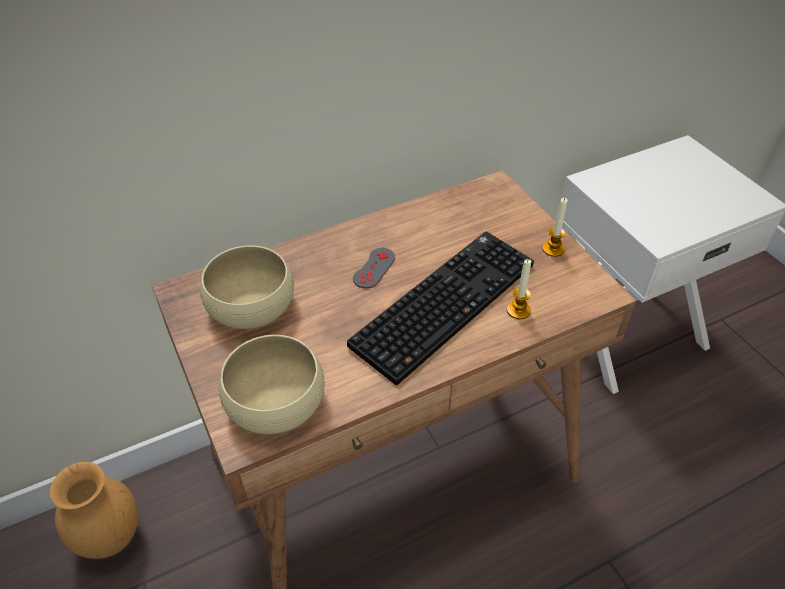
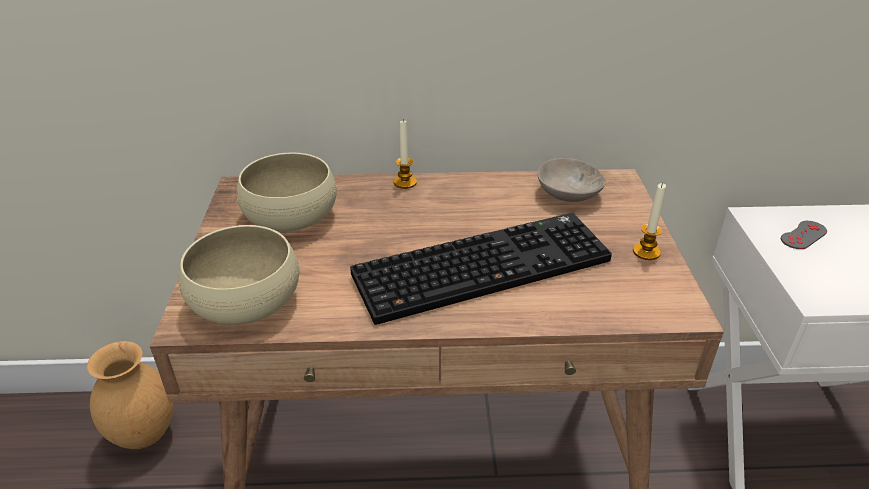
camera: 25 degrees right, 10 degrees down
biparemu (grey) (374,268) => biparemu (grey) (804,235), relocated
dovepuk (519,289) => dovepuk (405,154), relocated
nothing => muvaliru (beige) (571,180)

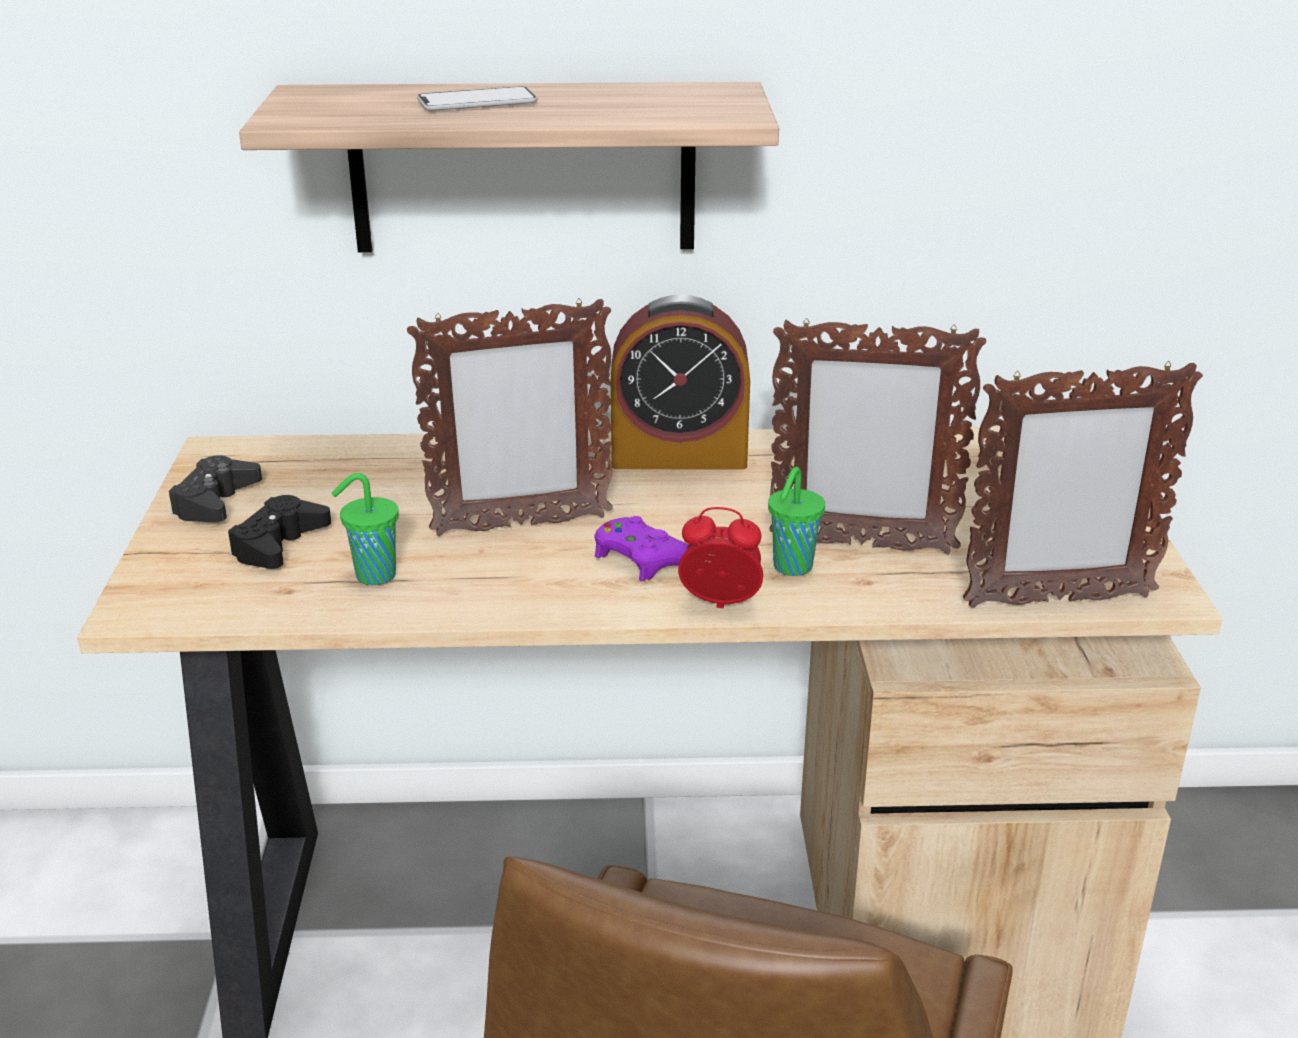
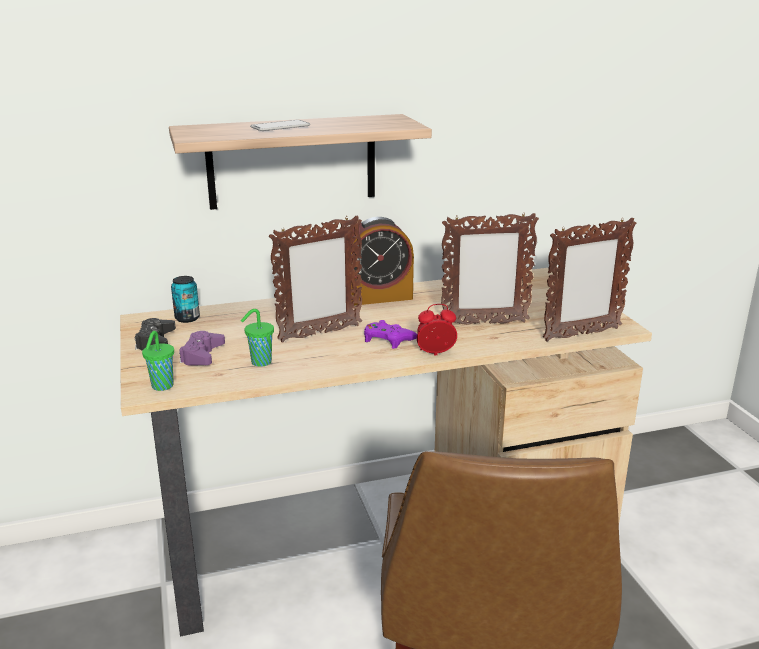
camera: 15 degrees left, 5 degrees down
biparemu (black) (279,532) => biparemu (purple) (202,348)
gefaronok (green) (796,521) => gefaronok (green) (158,361), relocated
nothing => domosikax (185,299)

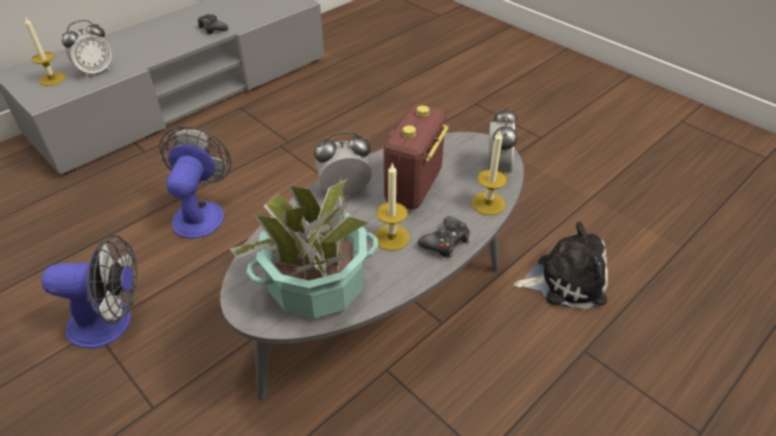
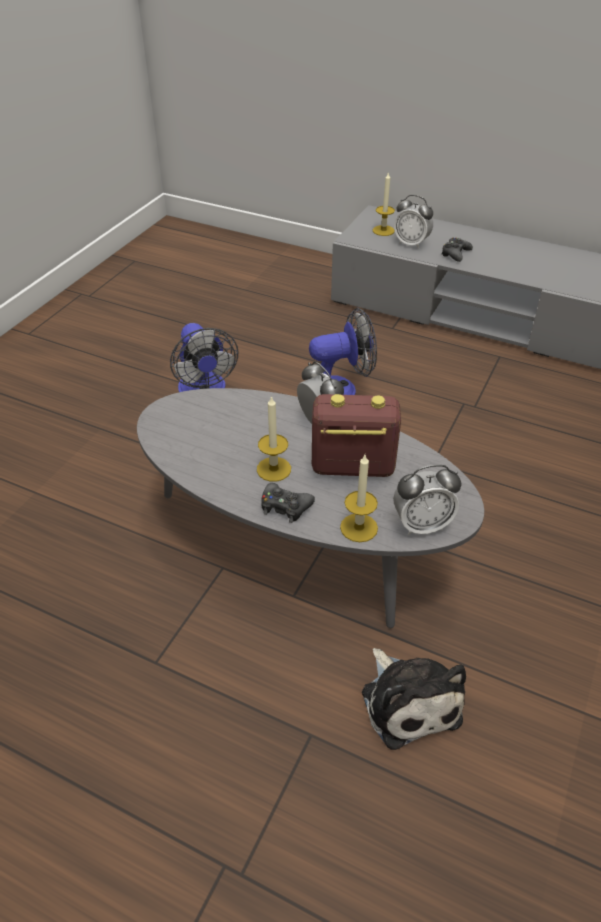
camera: 70 degrees right, 0 degrees up
biparemu (black) (213,24) => biparemu (black) (457,250), relocated
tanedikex (303,248) => nothing

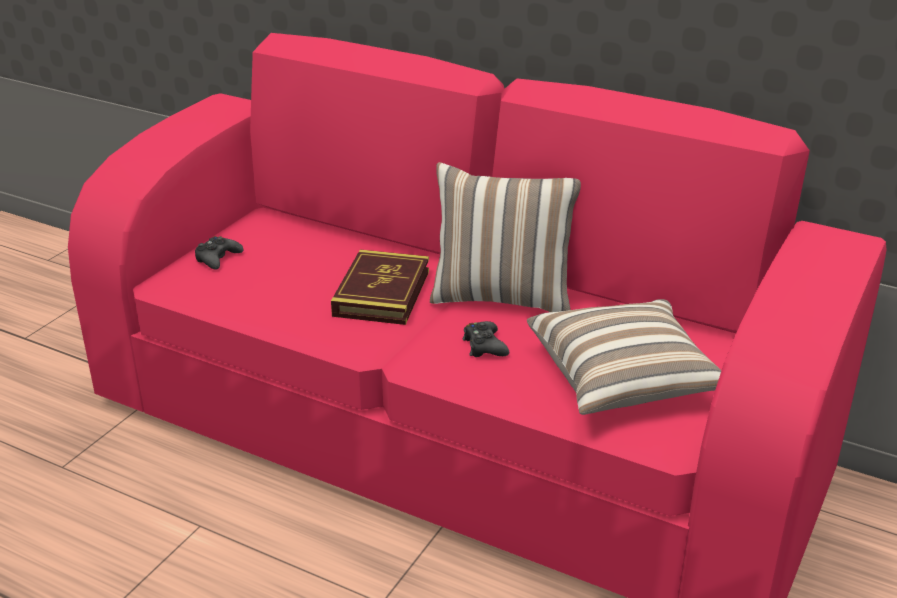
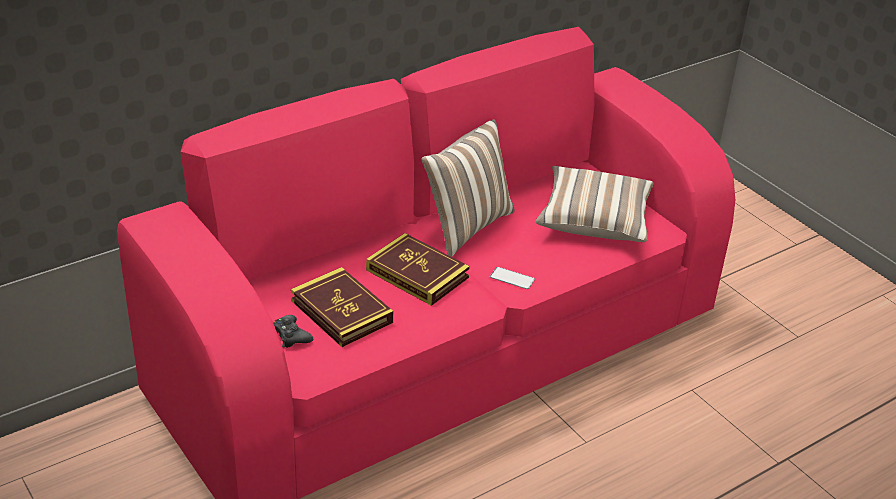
camera: 65 degrees left, 5 degrees up
biparemu (black) (486,339) => nothing
nothing => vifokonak (342,307)
nothing => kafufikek (512,278)

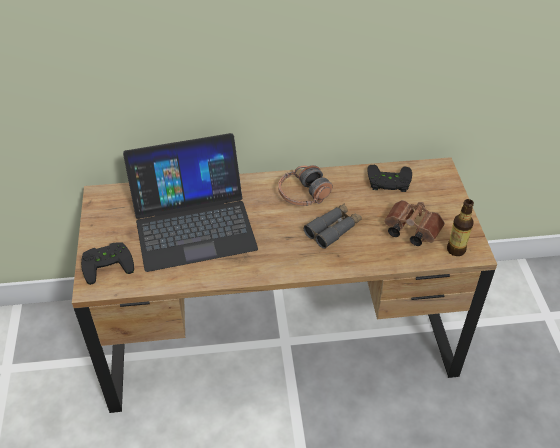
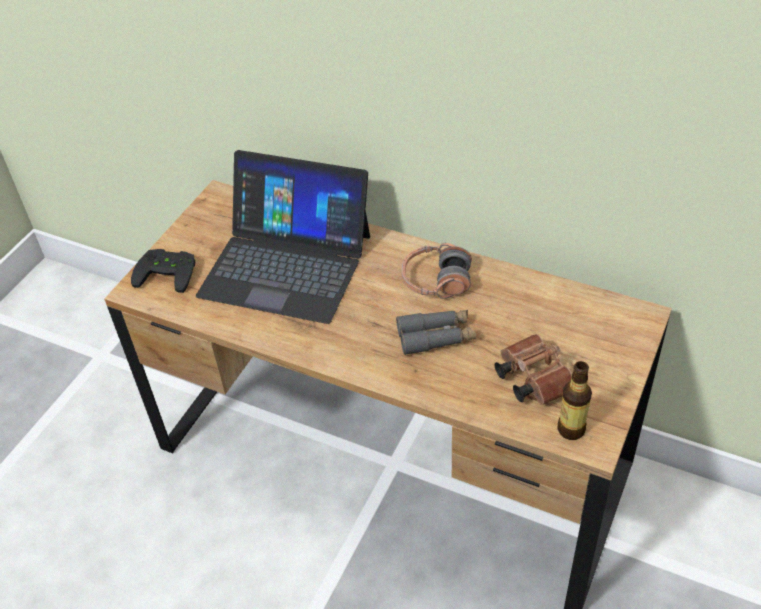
camera: 35 degrees right, 0 degrees up
biparemu (black) (390,178) => nothing

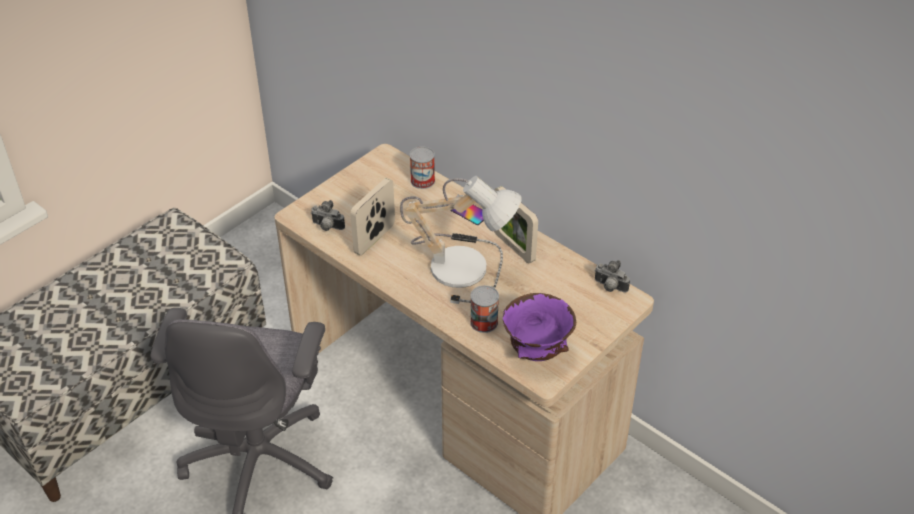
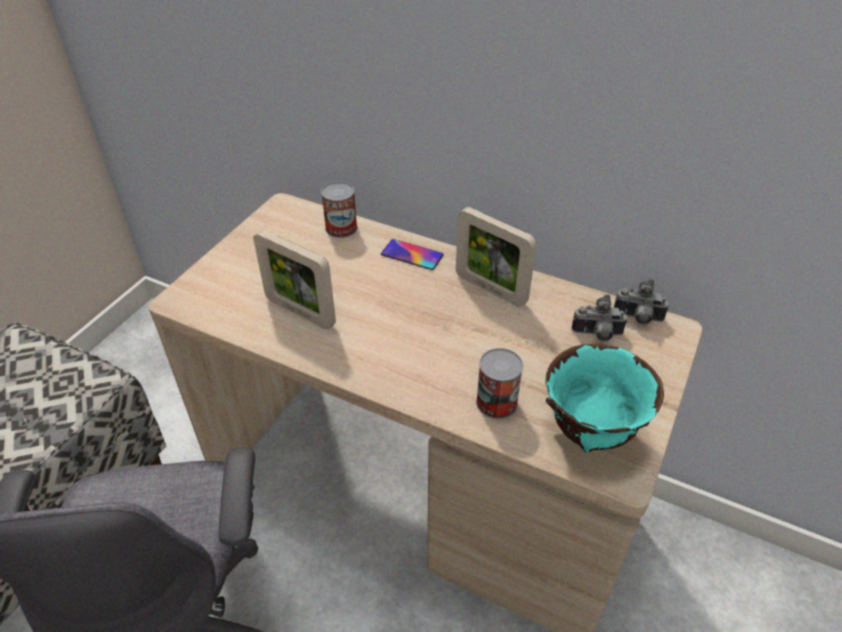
camera: 15 degrees left, 0 degrees up
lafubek (328,215) => lafubek (599,317), relocated
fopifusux (372,216) => fopifusux (294,279), 75 degrees counterclockwise
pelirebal (461,240) => nothing
muvaliru (purple) (539,327) => muvaliru (turquoise) (604,398)

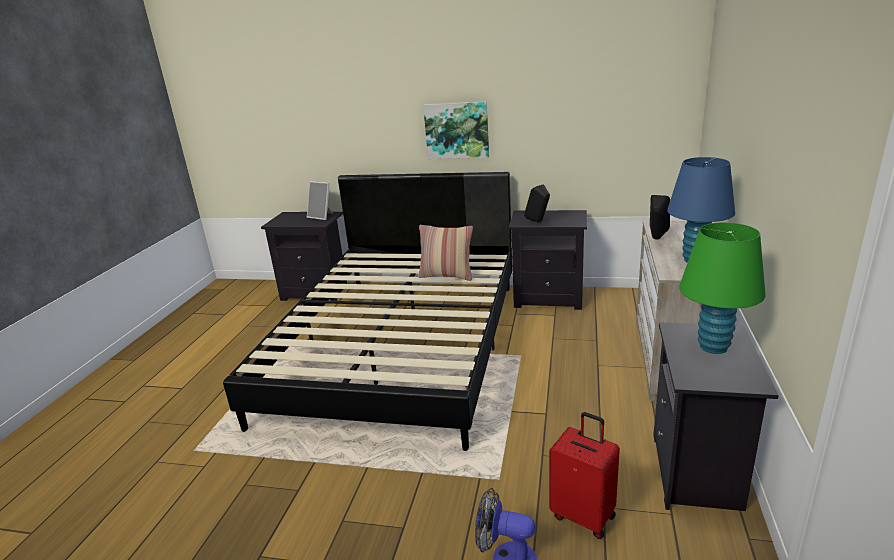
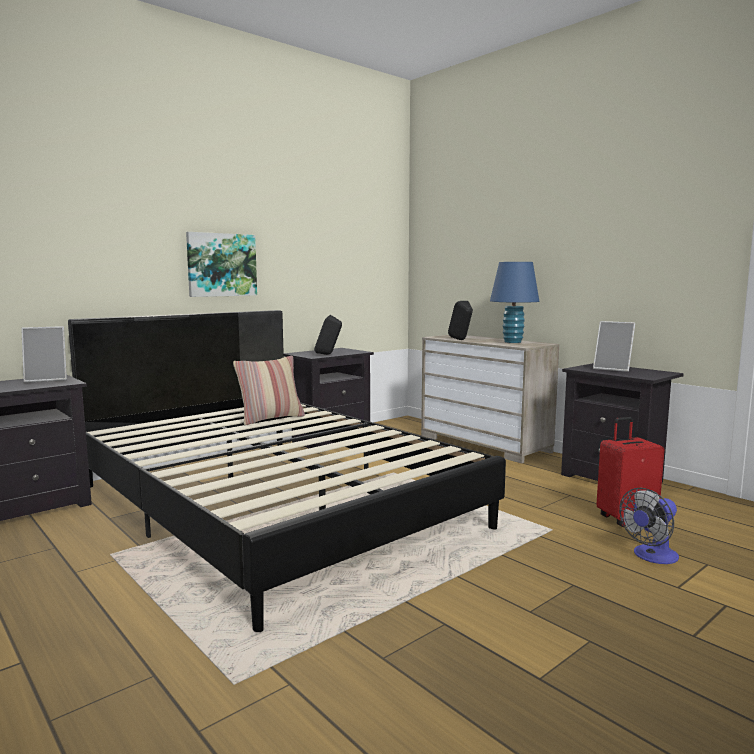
camera: 55 degrees left, 15 degrees down
pelirebal (green) (722,288) => fopifusux (614,346)

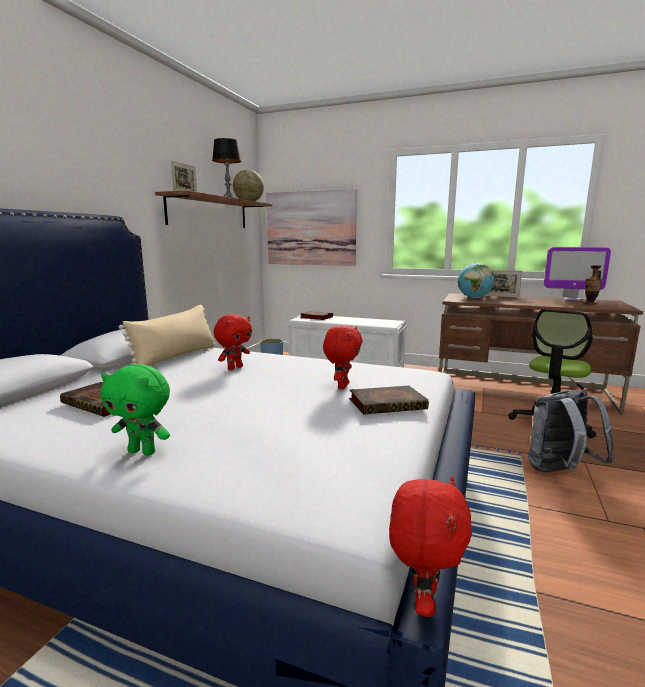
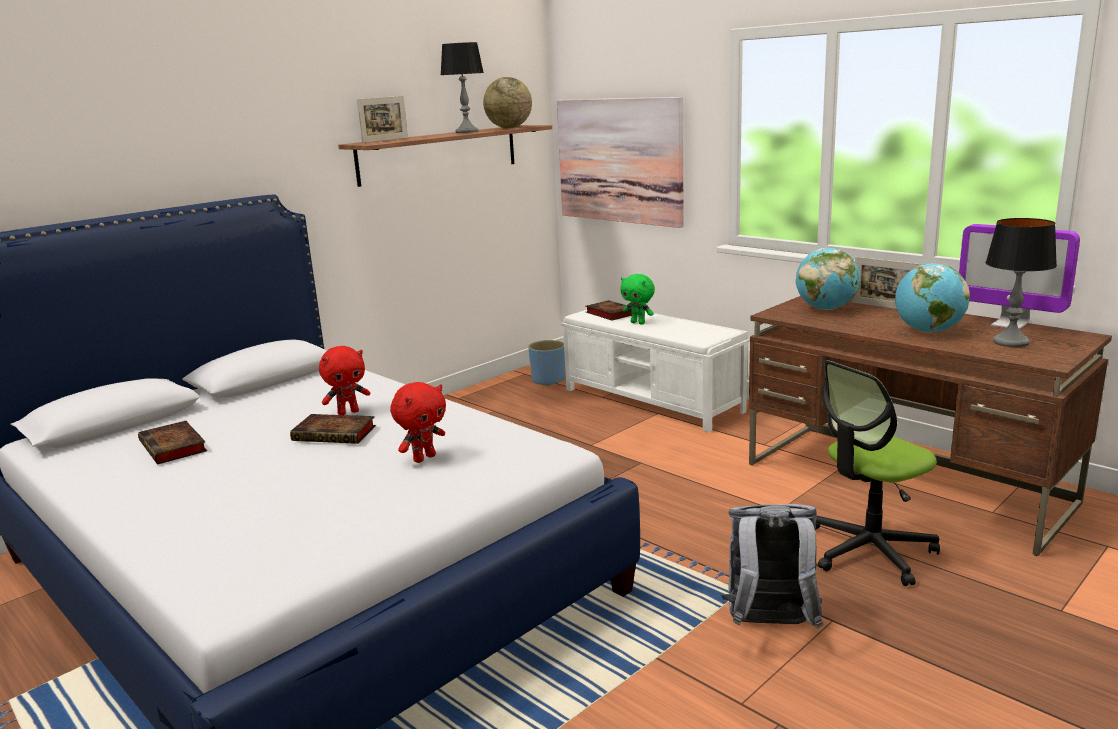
camera: 25 degrees right, 5 degrees up
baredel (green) (135,410) => baredel (green) (637,299), relocated
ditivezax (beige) (167,335) => nothing
vifokonak (389,400) => vifokonak (333,429), relocated
baredel (red) (430,546) => nothing
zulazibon (593,285) => pelirebal (1021,282)
nothing => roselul (932,298)

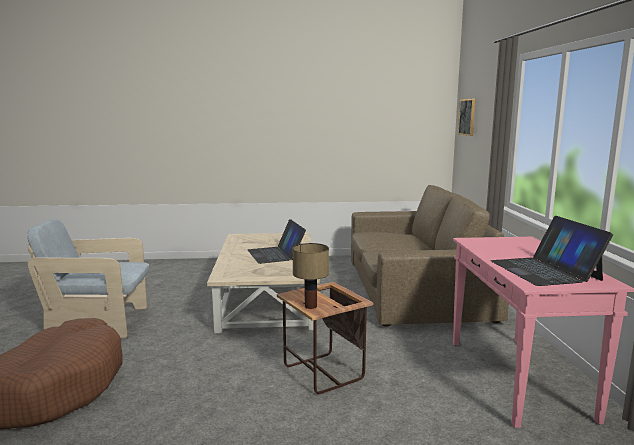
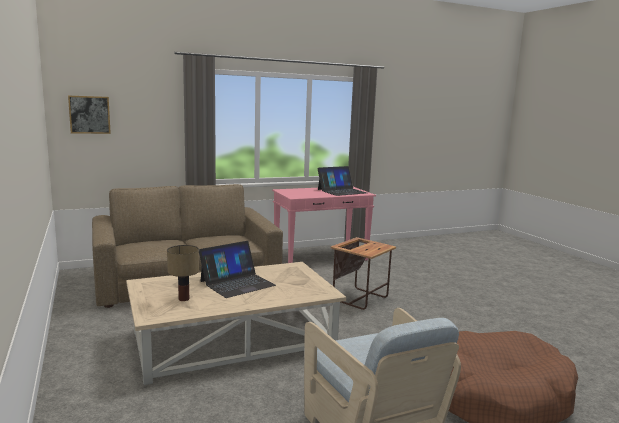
camera: 110 degrees left, 0 degrees up
pelirebal (311,276) => pelirebal (183,273), relocated

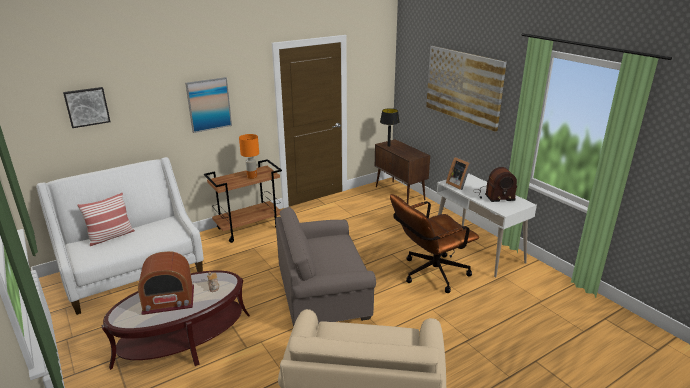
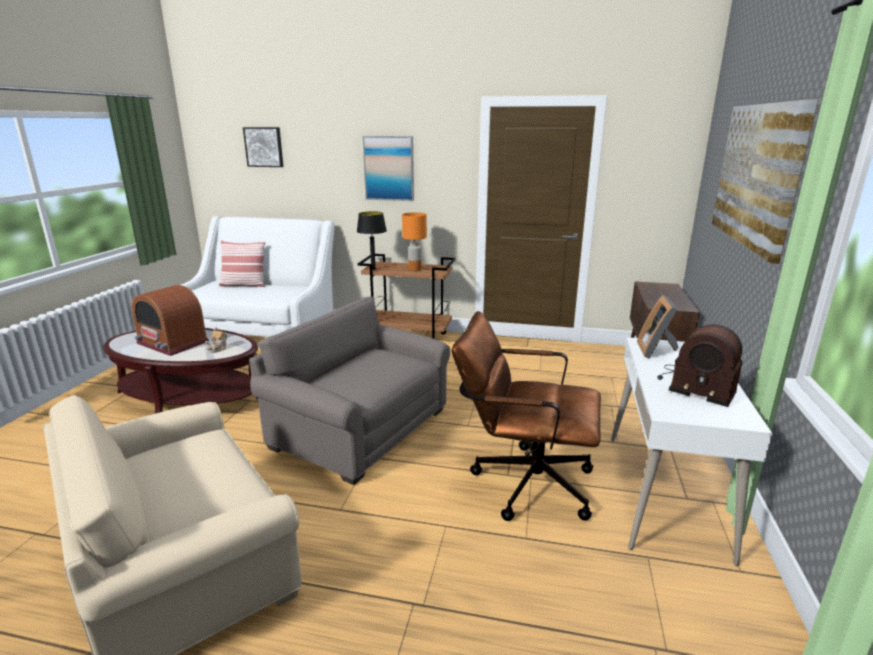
camera: 45 degrees right, 5 degrees down
pelirebal (black) (390,127) => pelirebal (black) (372,240), relocated

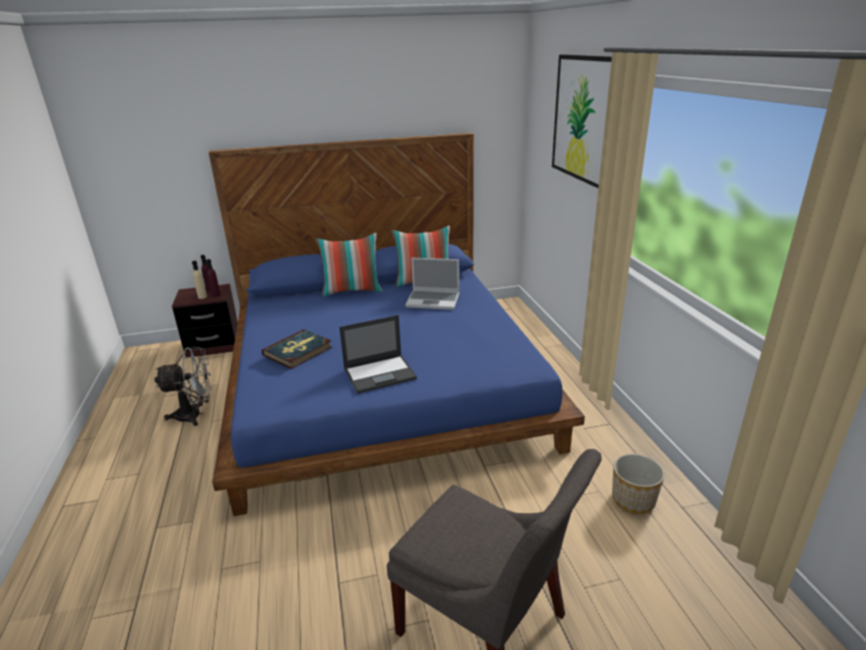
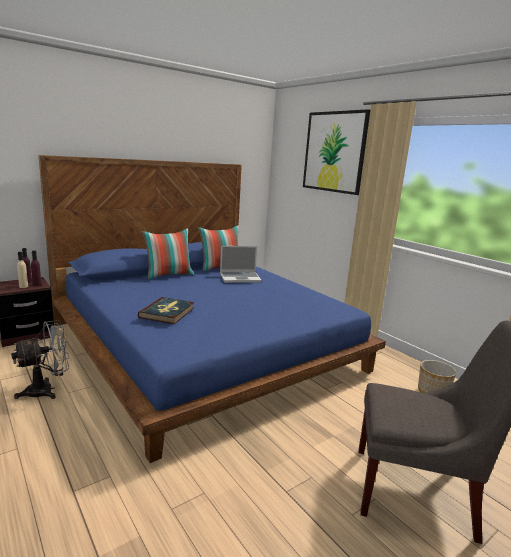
camera: 25 degrees left, 10 degrees down
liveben (378,354) => nothing

